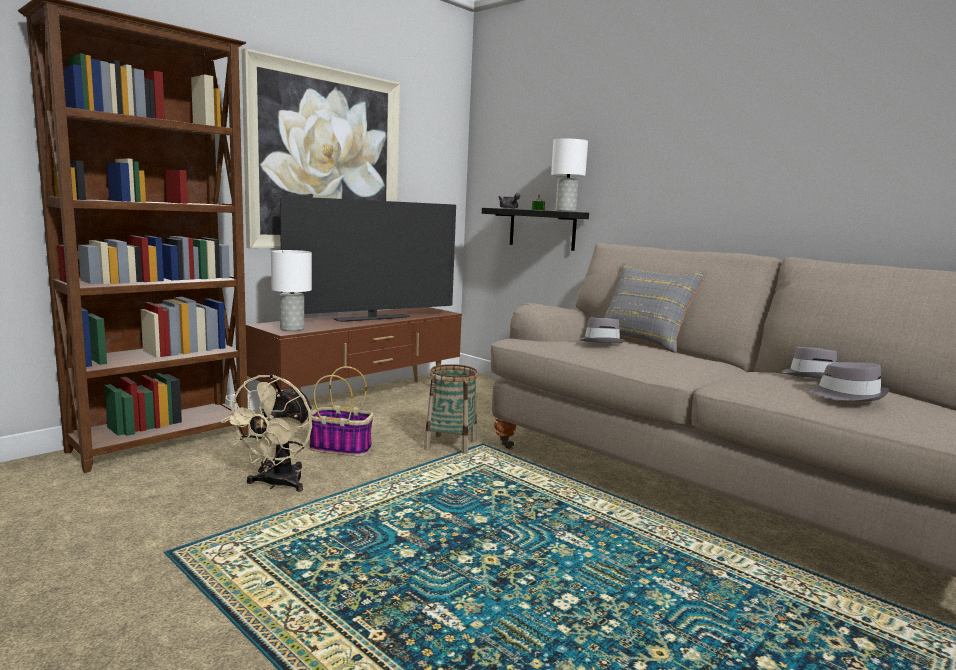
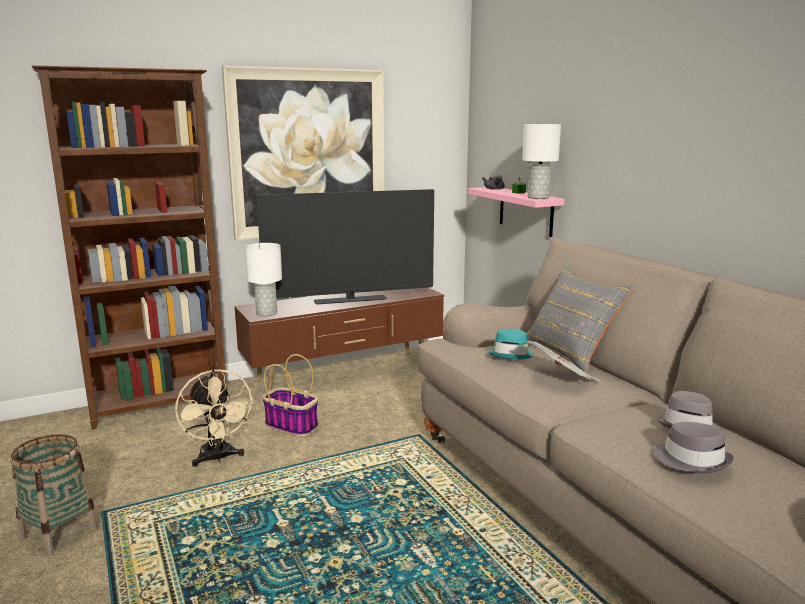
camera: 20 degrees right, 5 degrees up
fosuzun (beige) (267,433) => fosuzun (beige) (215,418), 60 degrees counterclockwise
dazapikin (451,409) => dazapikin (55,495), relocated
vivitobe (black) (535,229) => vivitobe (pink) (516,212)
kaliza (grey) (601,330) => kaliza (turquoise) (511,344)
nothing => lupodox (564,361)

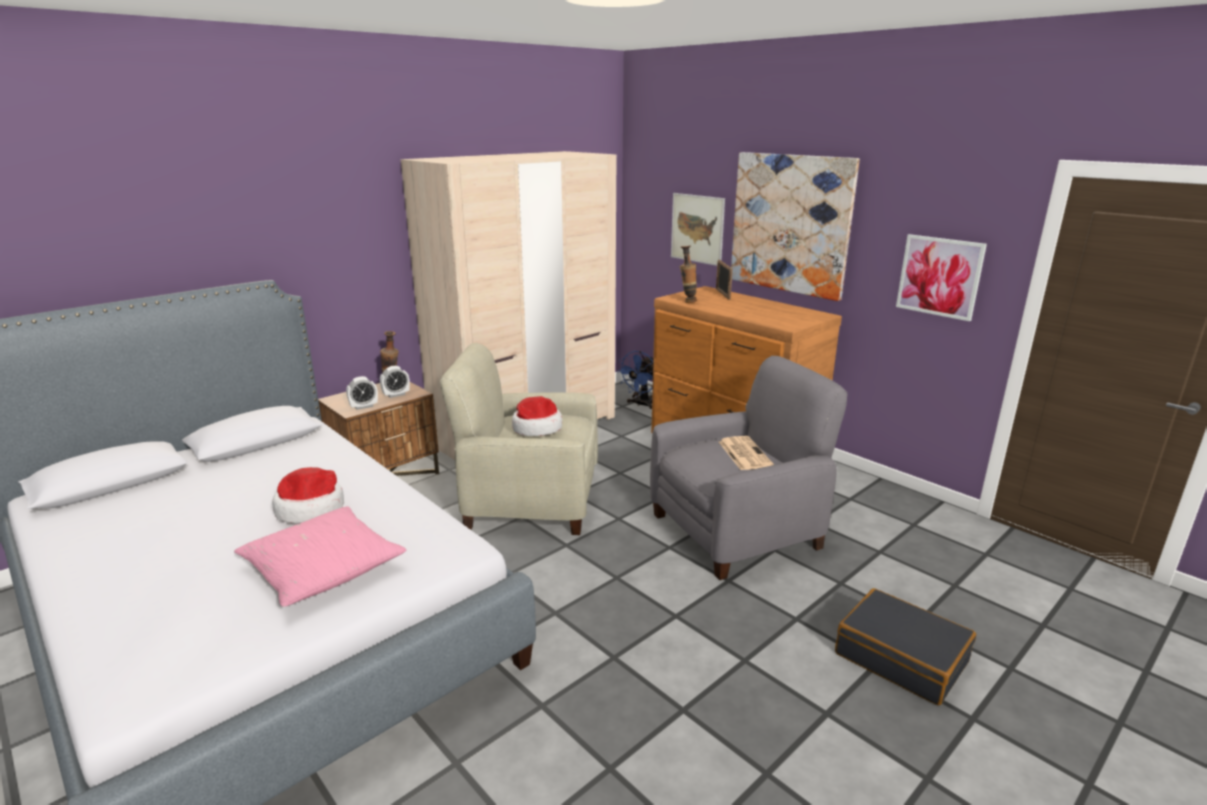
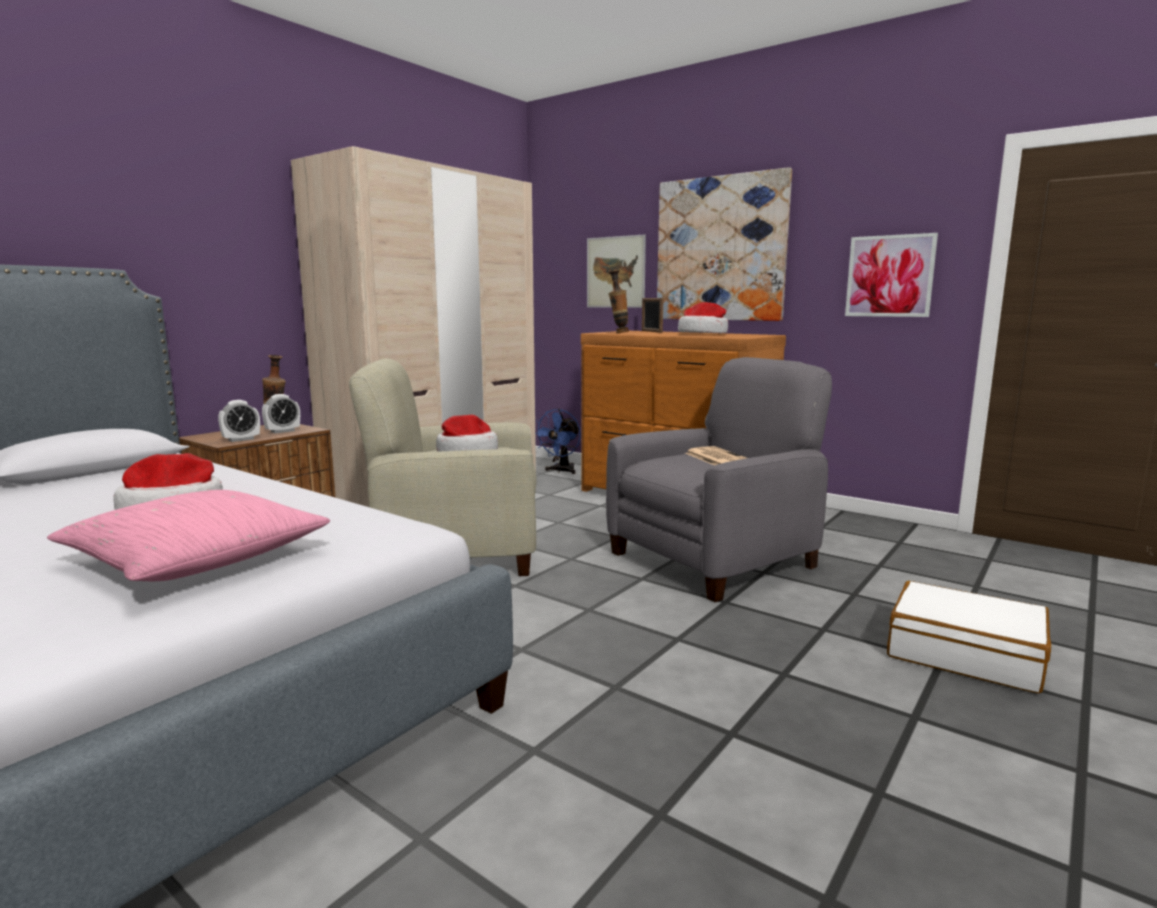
camera: 10 degrees left, 10 degrees down
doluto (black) (905,646) => doluto (white) (969,637)
nothing => kaliza (703,318)

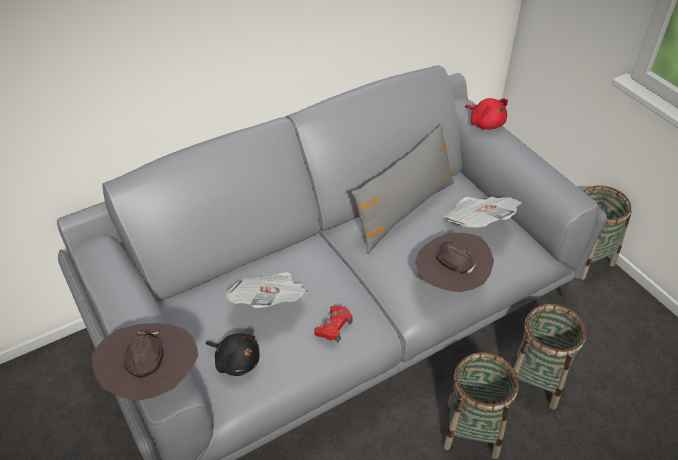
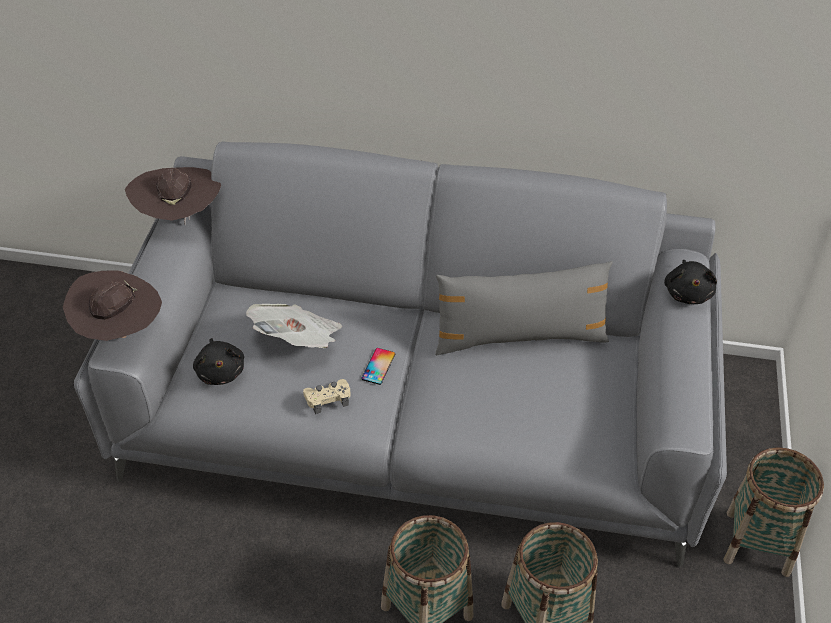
camera: 40 degrees right, 0 degrees up
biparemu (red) (333,324) => biparemu (beige) (326,396)
kaliza (brown) (454,262) => kaliza (brown) (173,196), relocated
lupodox (482,212) => nothing
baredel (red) (486,114) => baredel (black) (690,282)
nothing => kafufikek (378,366)

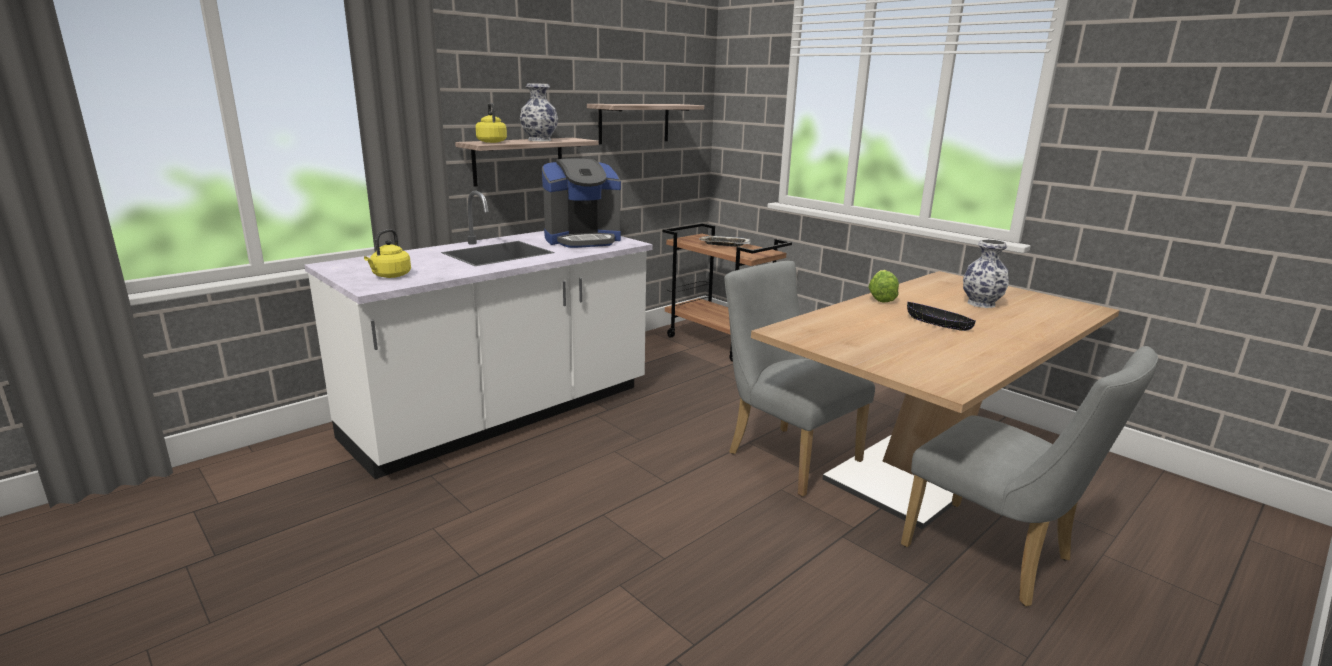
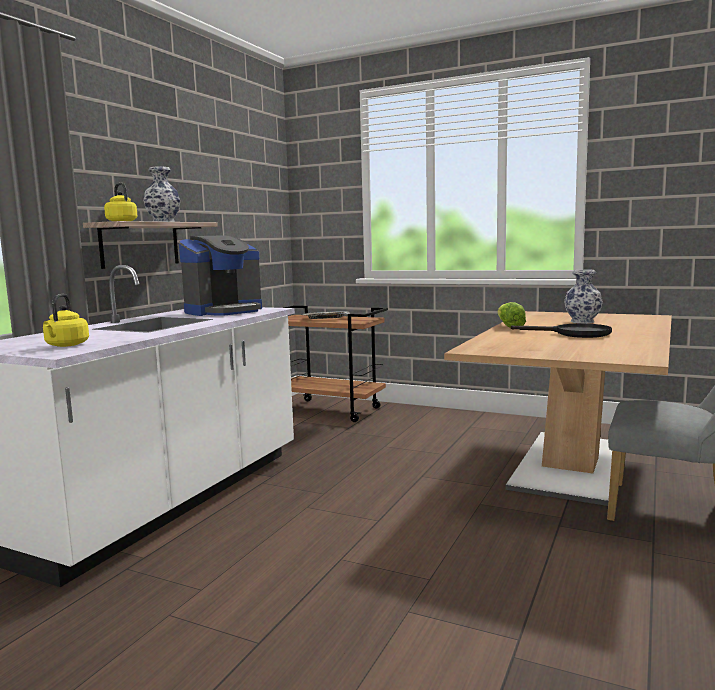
camera: 20 degrees left, 10 degrees down
vivitobe (645,124) => nothing
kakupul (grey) (800,379) => nothing
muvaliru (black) (941,316) => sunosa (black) (561,330)

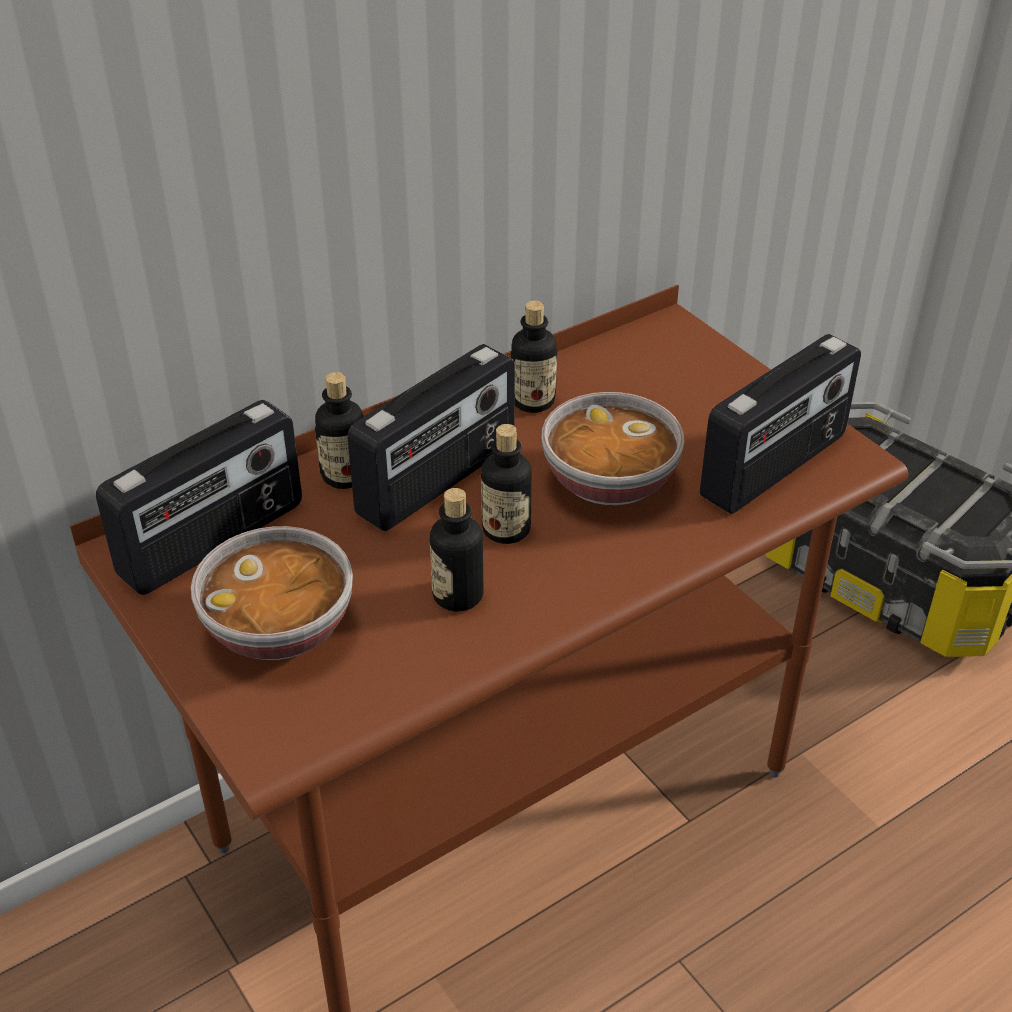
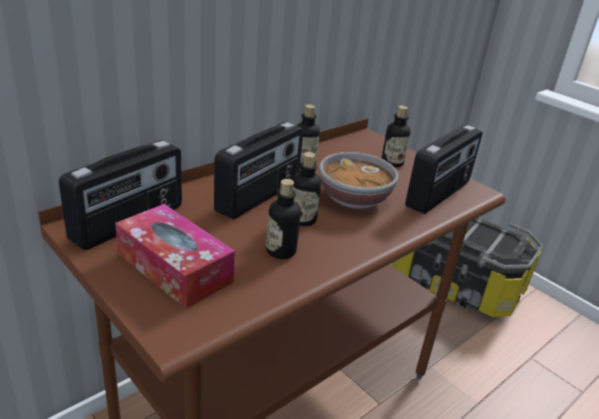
camera: 10 degrees left, 10 degrees down
muvaliru (272,593) => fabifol (175,256)
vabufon (339,430) => vabufon (396,136), relocated

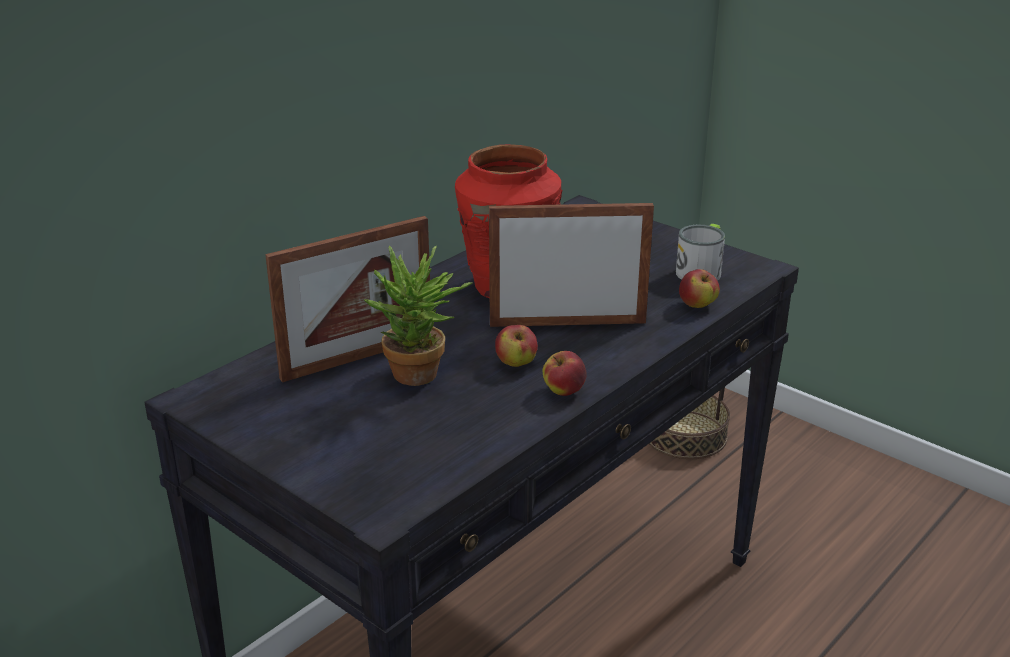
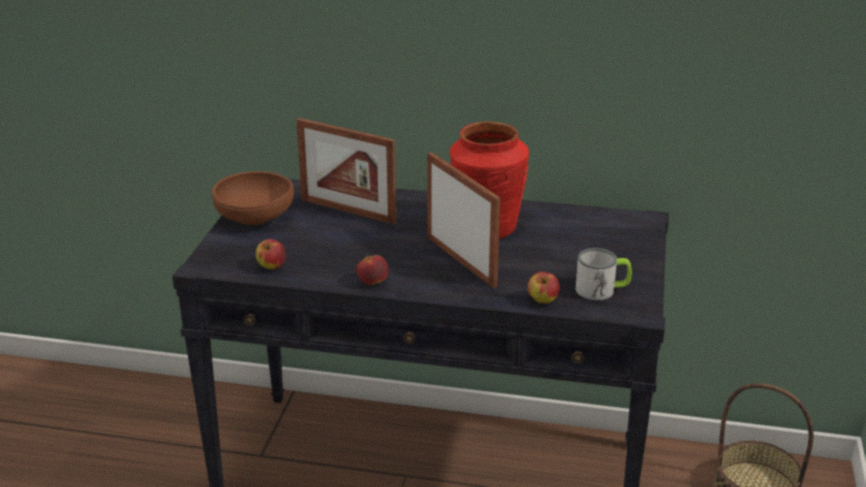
camera: 60 degrees right, 0 degrees up
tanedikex (418,316) => nothing
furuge (516,346) => furuge (271,254), relocated
nothing => muvaliru (brown) (253,198)

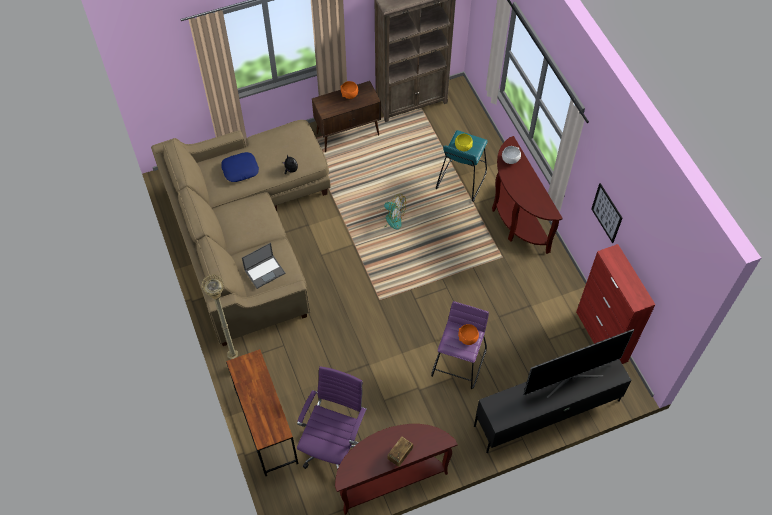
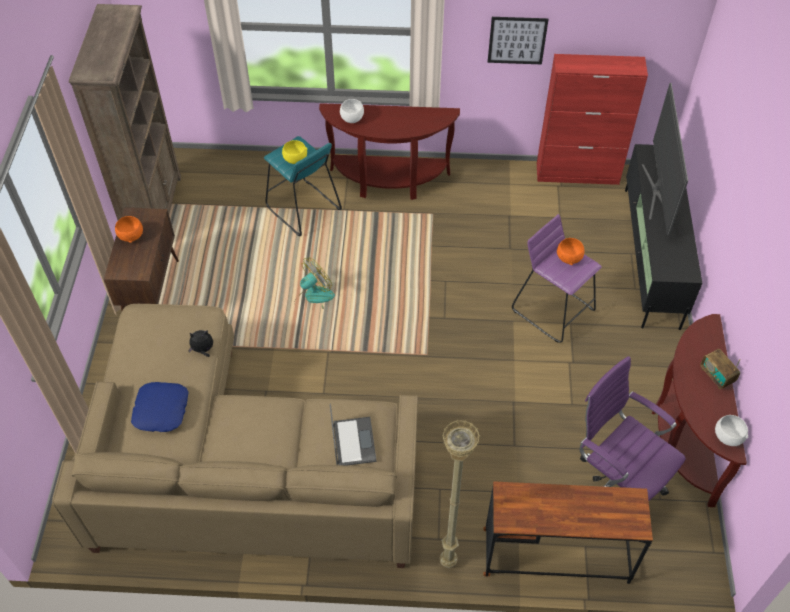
camera: 65 degrees left, 5 degrees down
nothing => muvaliru (white) (731,430)

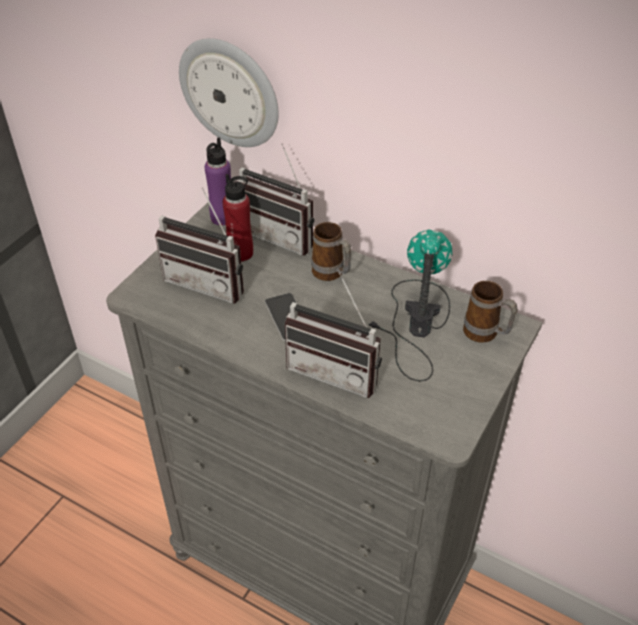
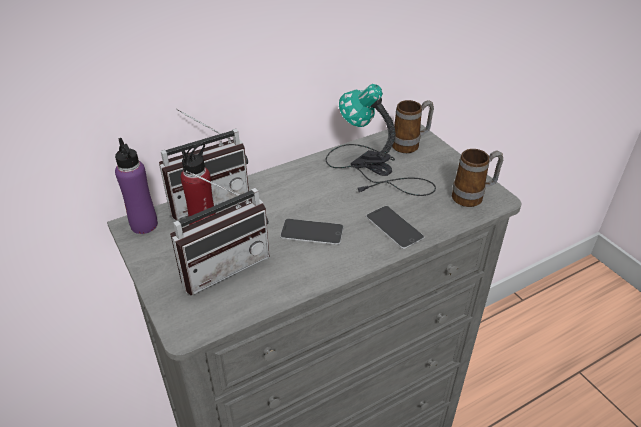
camera: 60 degrees left, 5 degrees down
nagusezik (229,92) => nothing
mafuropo (333,335) => kafufikek (395,227)
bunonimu (331,251) => bunonimu (477,178), relocated

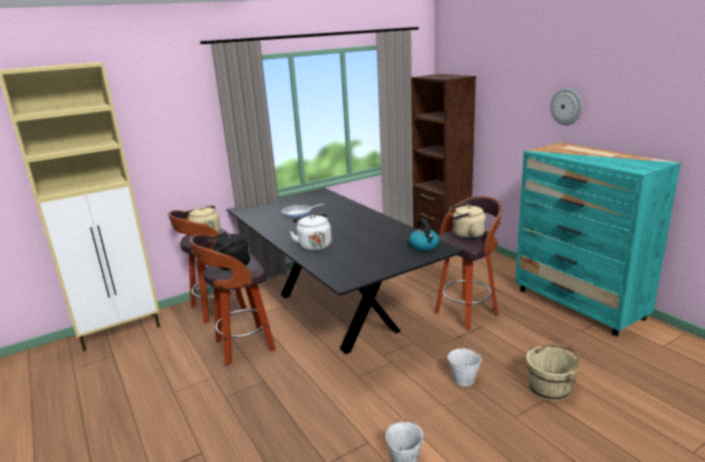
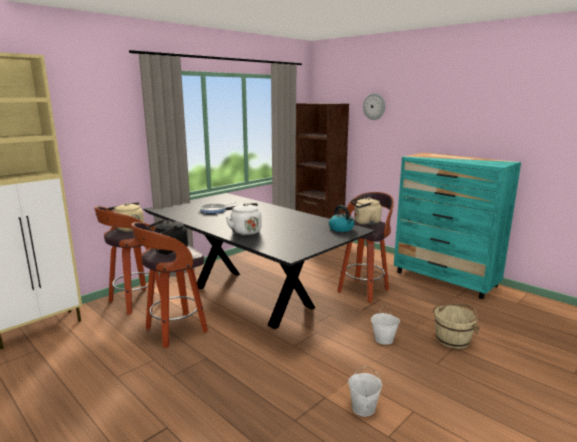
camera: 15 degrees left, 5 degrees down
nagusezik (566,106) => nagusezik (374,106), relocated

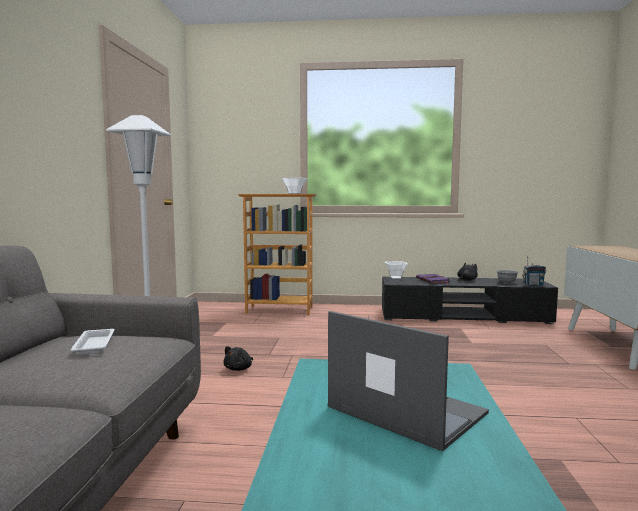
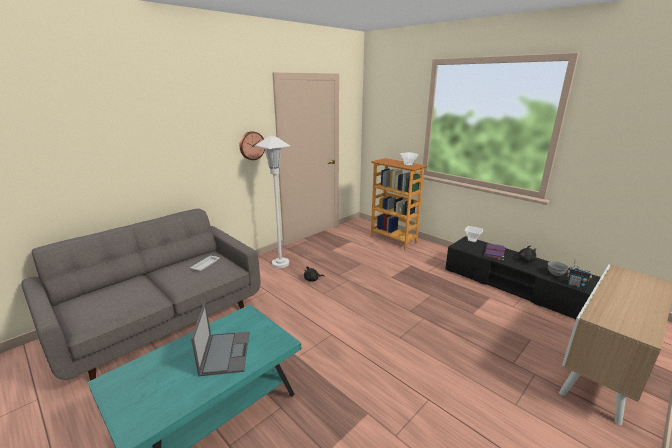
camera: 40 degrees right, 15 degrees up
nothing => nagusezik (252,145)

